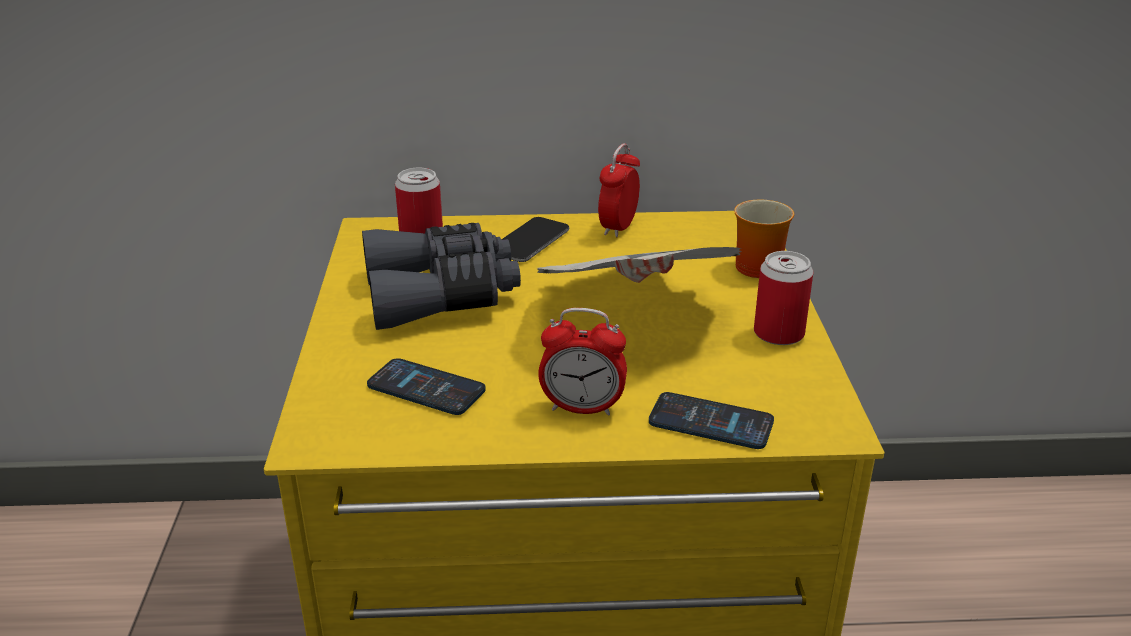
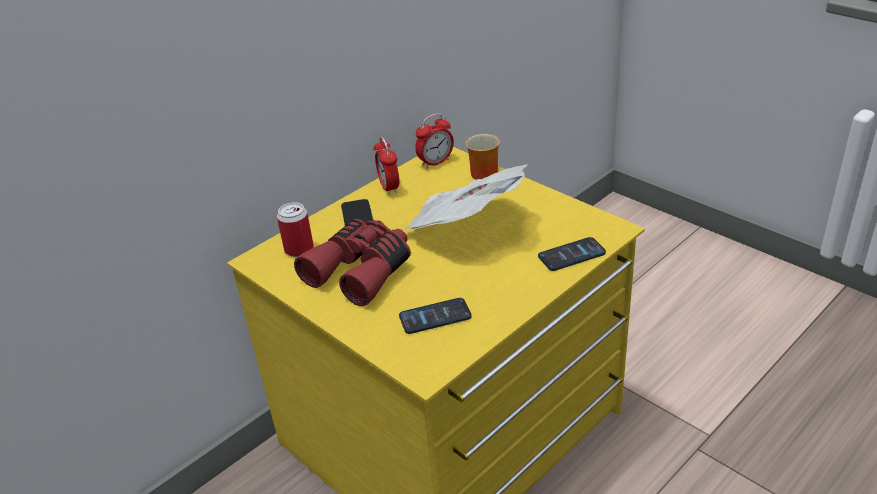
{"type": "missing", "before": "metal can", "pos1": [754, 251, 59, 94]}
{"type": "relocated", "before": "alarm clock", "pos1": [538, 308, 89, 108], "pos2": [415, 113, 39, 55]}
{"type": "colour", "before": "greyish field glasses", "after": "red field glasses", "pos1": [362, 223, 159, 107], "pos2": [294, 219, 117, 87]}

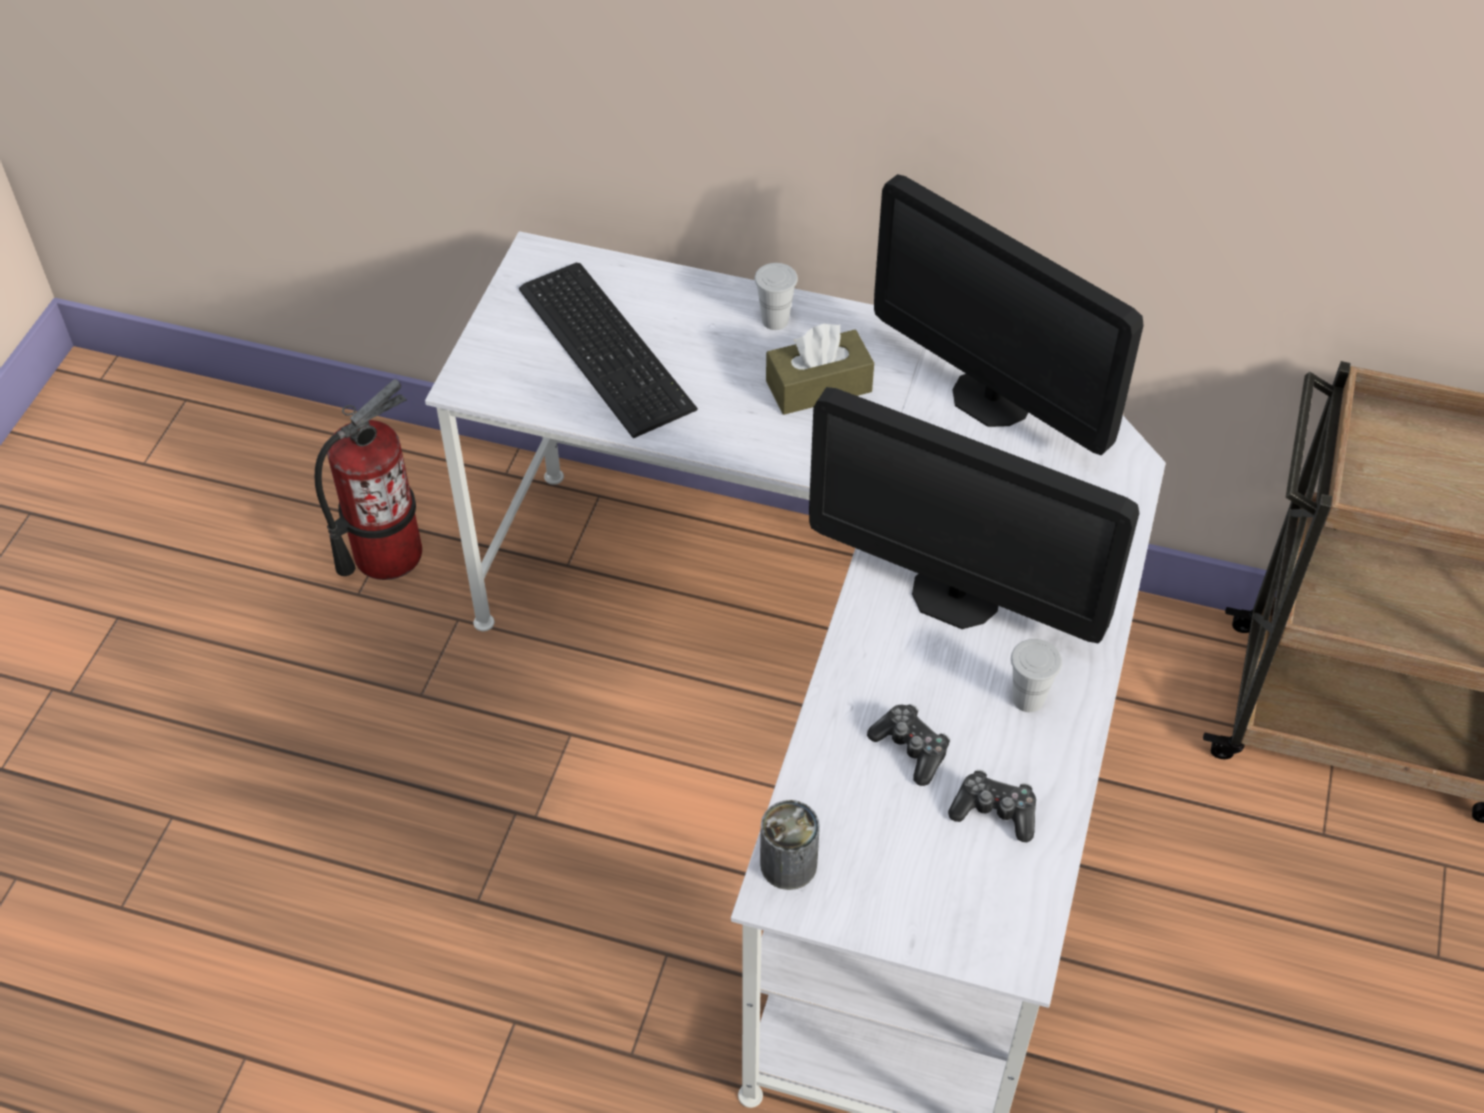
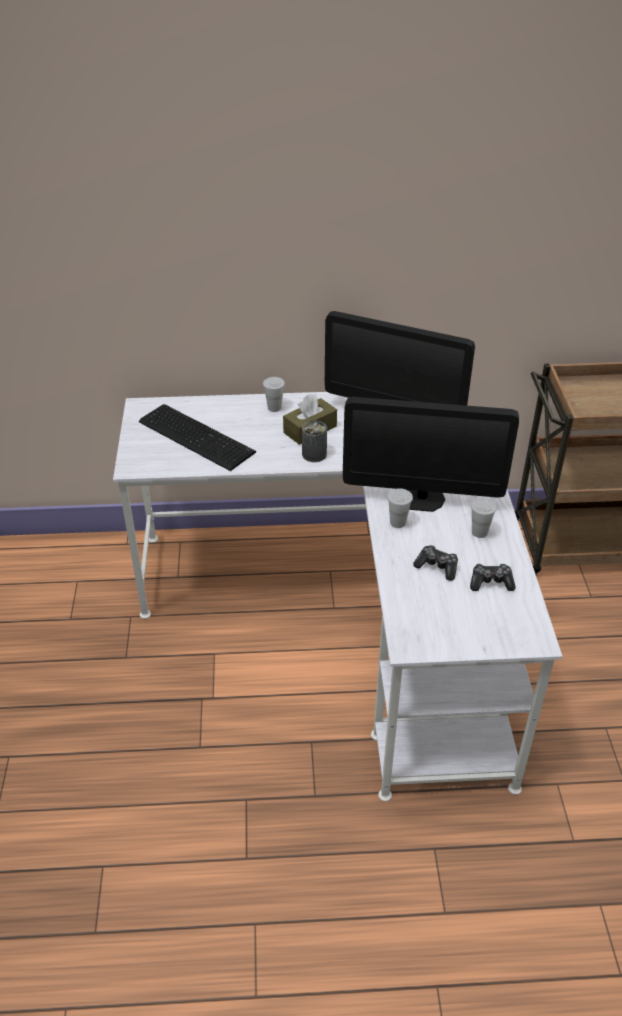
{"type": "missing", "before": "extinguisher", "pos1": [315, 379, 107, 201]}
{"type": "appeared", "after": "white drinking cup", "pos2": [387, 488, 26, 40]}
{"type": "relocated", "before": "metal can", "pos1": [760, 800, 60, 90], "pos2": [302, 421, 25, 41]}

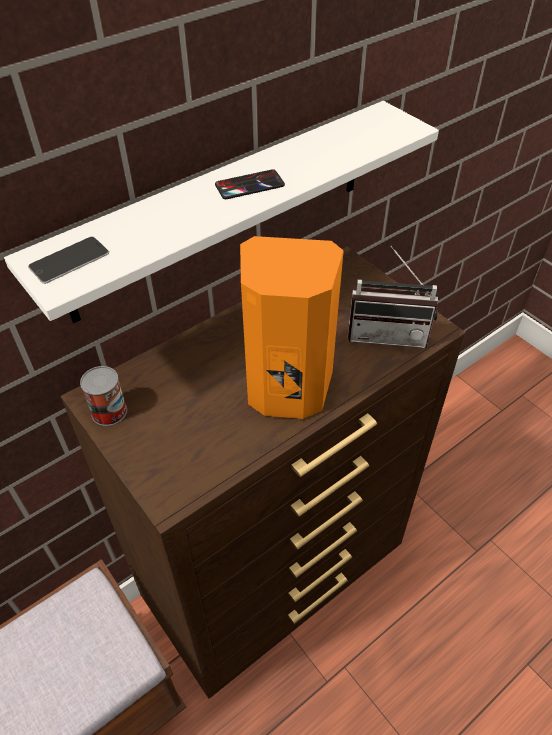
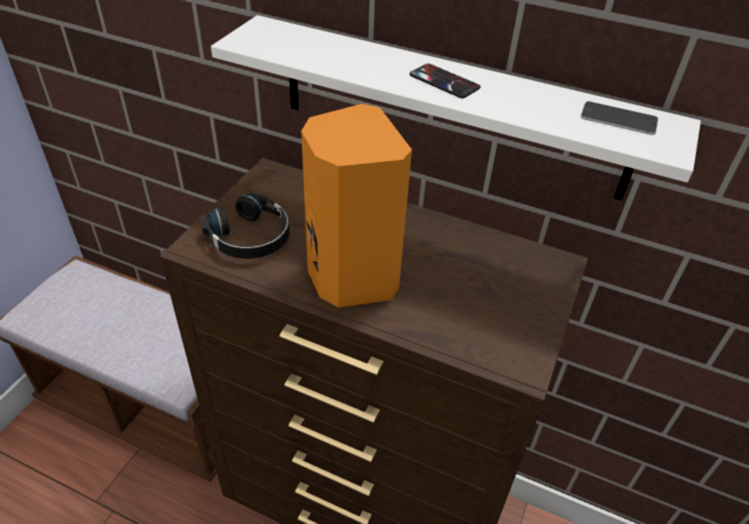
{"type": "missing", "before": "metal can", "pos1": [80, 366, 47, 60]}
{"type": "missing", "before": "radio set", "pos1": [348, 246, 90, 102]}
{"type": "appeared", "after": "black-coloured headphones", "pos2": [201, 193, 89, 66]}
{"type": "relocated", "before": "phone", "pos1": [28, 237, 81, 47], "pos2": [581, 101, 77, 34]}

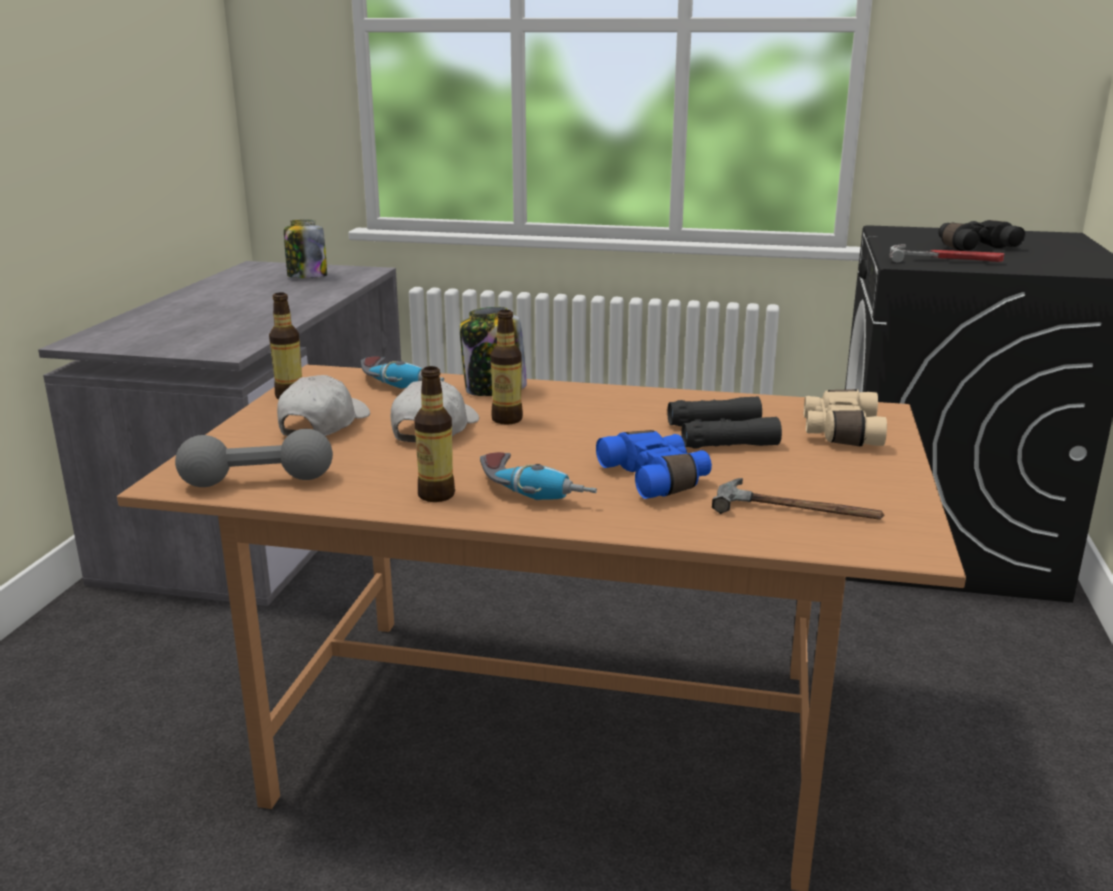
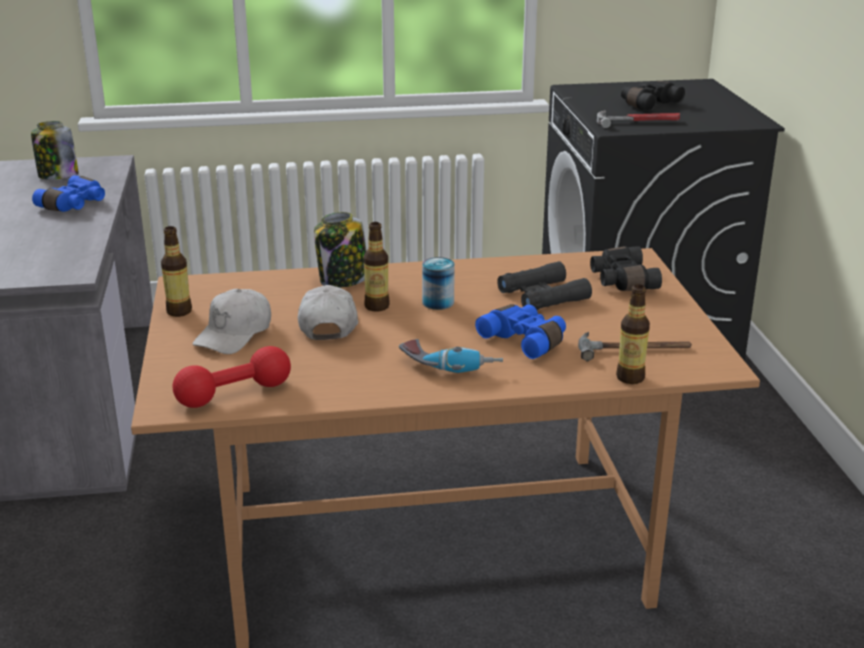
{"type": "missing", "before": "power drill", "pos1": [361, 356, 83, 33]}
{"type": "appeared", "after": "blue-coloured field glasses", "pos2": [32, 175, 73, 37]}
{"type": "appeared", "after": "metal can", "pos2": [422, 257, 33, 53]}
{"type": "relocated", "before": "bottle", "pos1": [414, 366, 41, 136], "pos2": [616, 284, 34, 100]}
{"type": "colour", "before": "greyish dumbbell", "after": "red dumbbell", "pos1": [175, 429, 158, 58], "pos2": [173, 346, 118, 62]}
{"type": "colour", "before": "beige-coloured field glasses", "after": "black-coloured field glasses", "pos1": [804, 389, 83, 57], "pos2": [590, 246, 72, 45]}
{"type": "spun", "before": "white cap", "pos1": [277, 375, 93, 61], "pos2": [192, 289, 79, 65], "turn": -150}

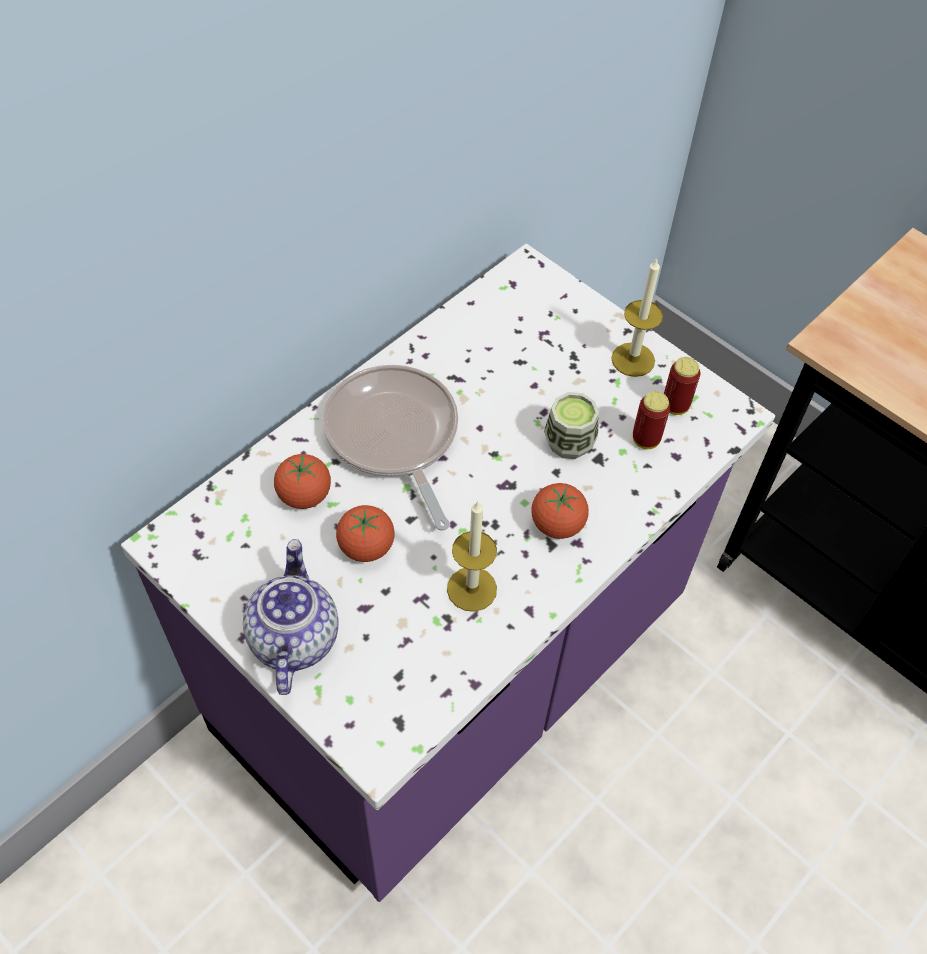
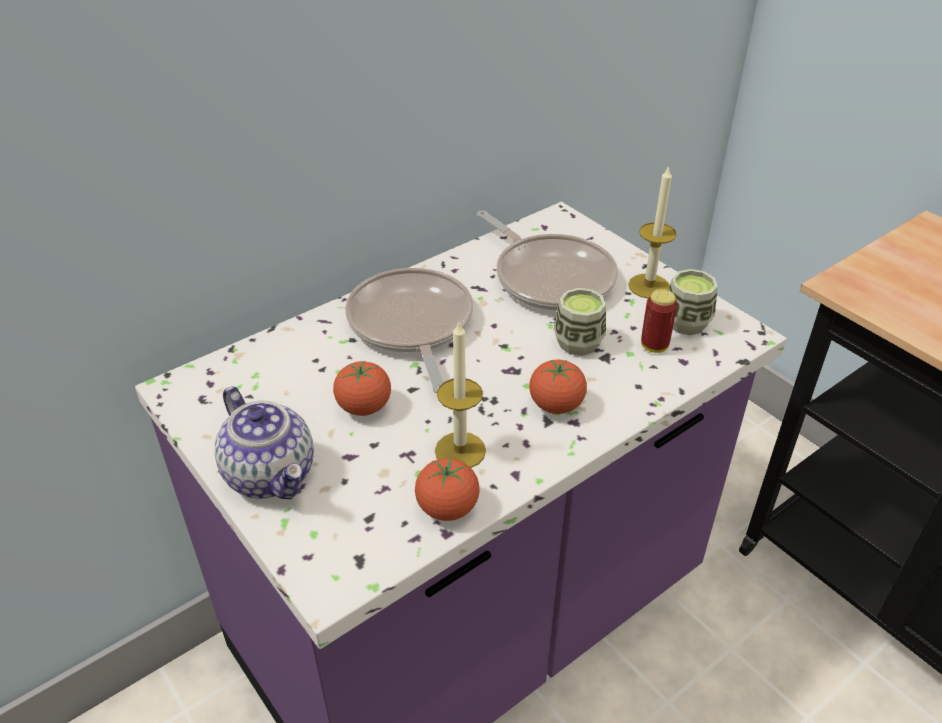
{"type": "appeared", "after": "skillet", "pos2": [477, 210, 141, 101]}
{"type": "relocated", "before": "fresh tomato", "pos1": [274, 454, 57, 55], "pos2": [415, 457, 65, 64]}
{"type": "exchanged", "before": "metal can", "after": "drinking cup", "pos1": [664, 357, 36, 58], "pos2": [669, 269, 49, 66]}
{"type": "spun", "before": "tea pot", "pos1": [243, 539, 96, 156], "pos2": [215, 386, 99, 113], "turn": 135}

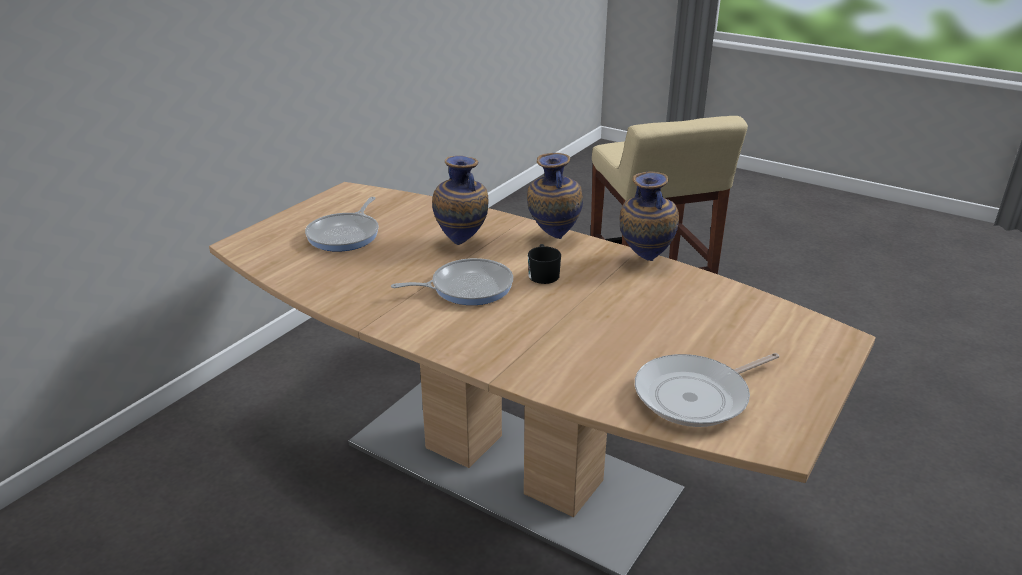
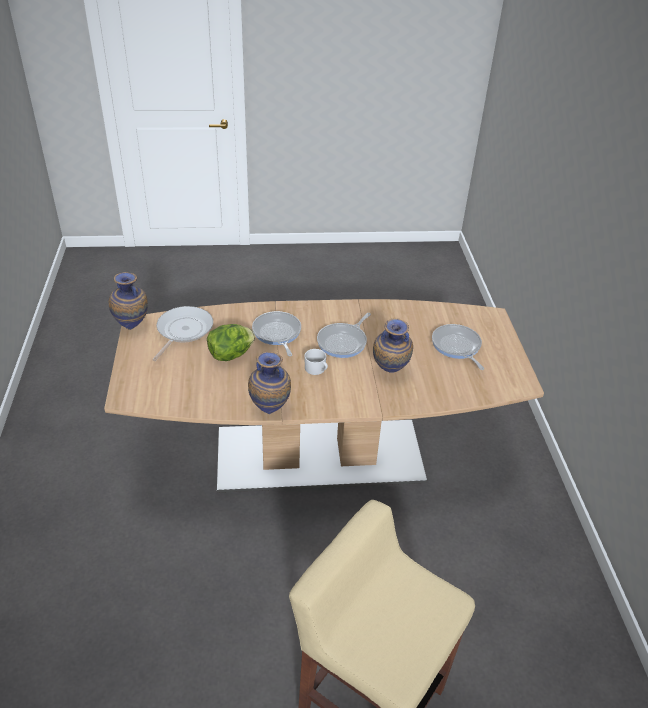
{"type": "appeared", "after": "lettuce head", "pos2": [207, 324, 48, 37]}
{"type": "appeared", "after": "skillet", "pos2": [252, 311, 49, 45]}
{"type": "relocated", "before": "decorative vase", "pos1": [527, 153, 56, 86], "pos2": [109, 272, 39, 58]}
{"type": "colour", "before": "black-coloured mug", "after": "white mug", "pos1": [528, 244, 33, 40], "pos2": [304, 349, 24, 26]}

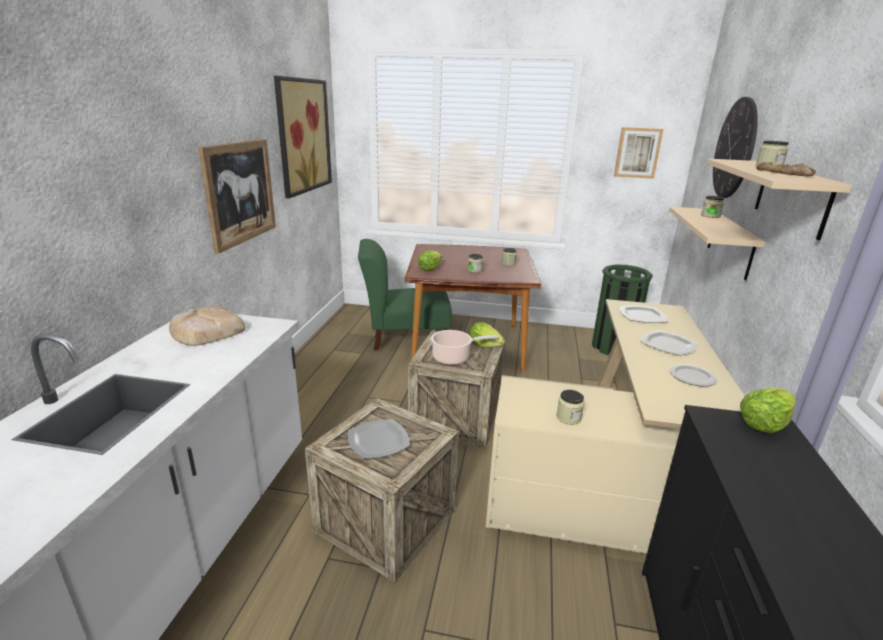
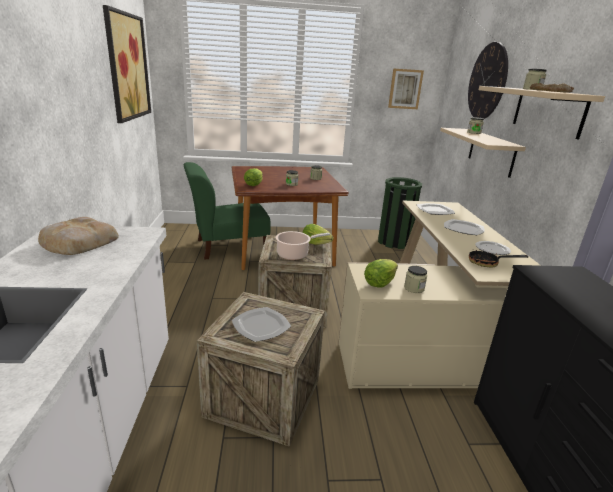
{"type": "missing", "before": "wall art", "pos1": [198, 139, 78, 115]}
{"type": "appeared", "after": "skillet", "pos2": [469, 250, 60, 17]}
{"type": "relocated", "before": "lettuce head", "pos1": [740, 387, 56, 47], "pos2": [364, 259, 34, 29]}

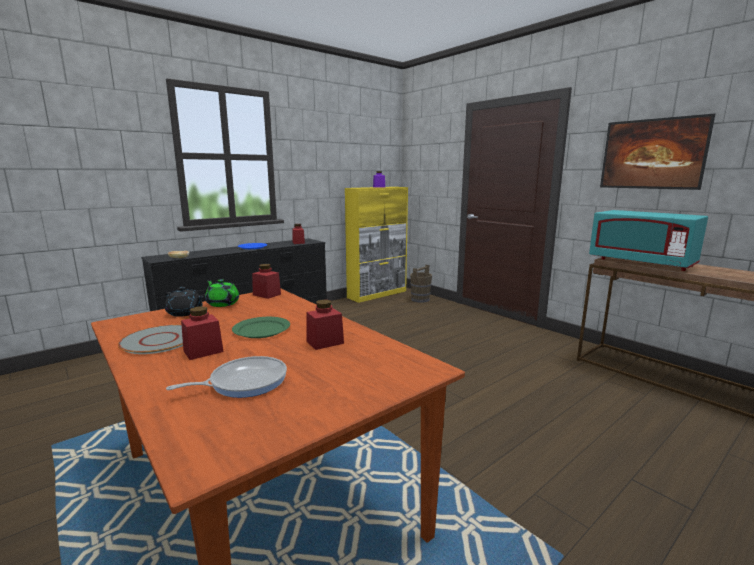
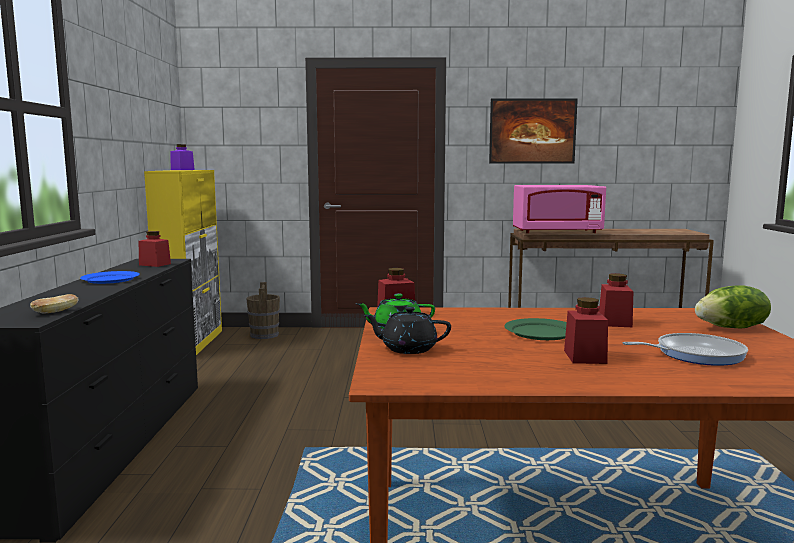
{"type": "missing", "before": "greyish dinner plate", "pos1": [118, 325, 65, 29]}
{"type": "appeared", "after": "lettuce head", "pos2": [695, 285, 76, 43]}
{"type": "colour", "before": "turquoise-coloured microwave oven", "after": "pinkish microwave oven", "pos1": [589, 210, 119, 61], "pos2": [513, 185, 93, 48]}
{"type": "spun", "before": "black-coloured tea pot", "pos1": [165, 287, 38, 30], "pos2": [364, 307, 87, 47], "turn": -150}
{"type": "spun", "before": "skillet", "pos1": [166, 356, 121, 42], "pos2": [623, 333, 125, 33], "turn": 75}

